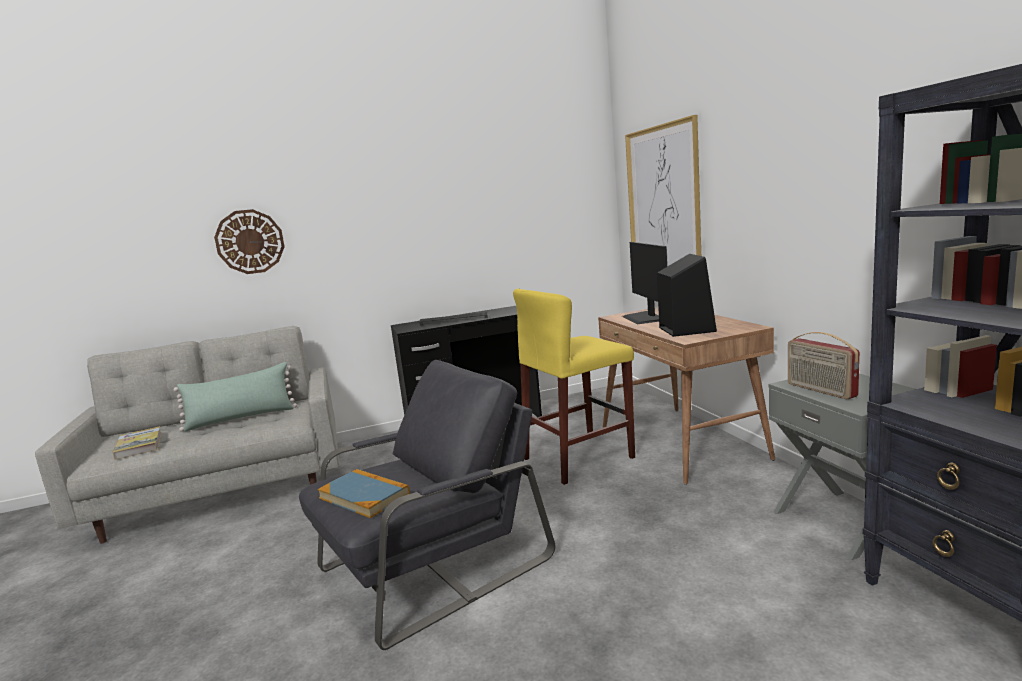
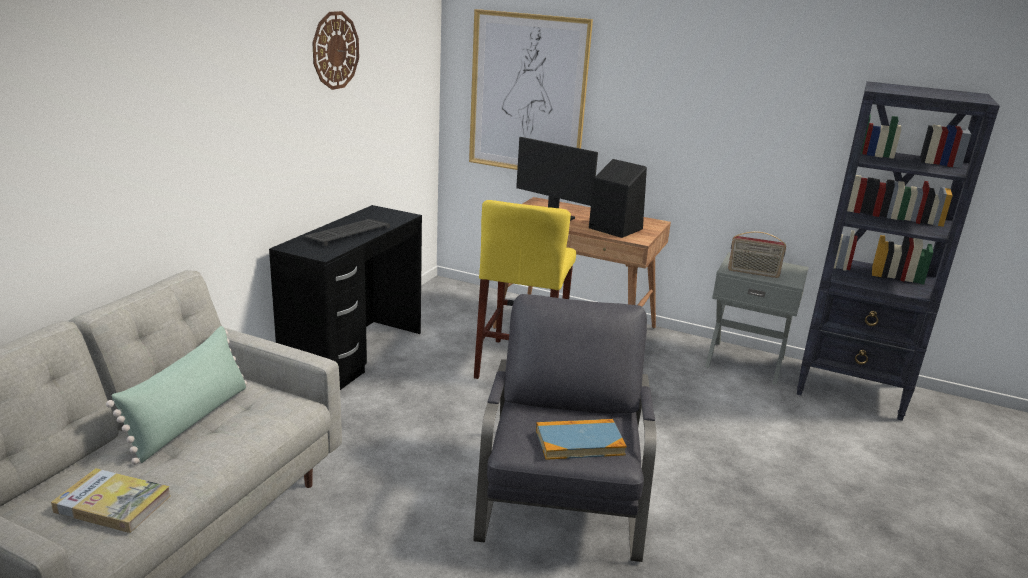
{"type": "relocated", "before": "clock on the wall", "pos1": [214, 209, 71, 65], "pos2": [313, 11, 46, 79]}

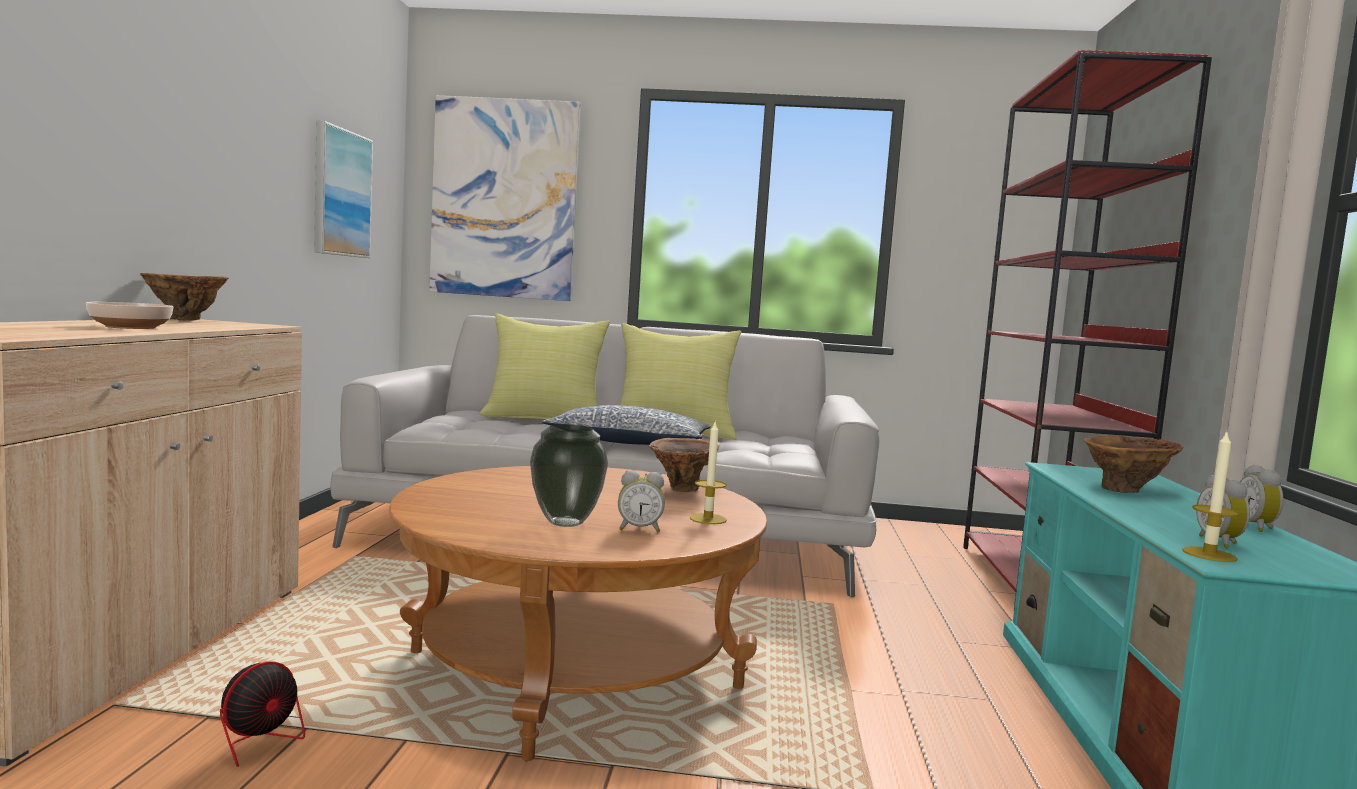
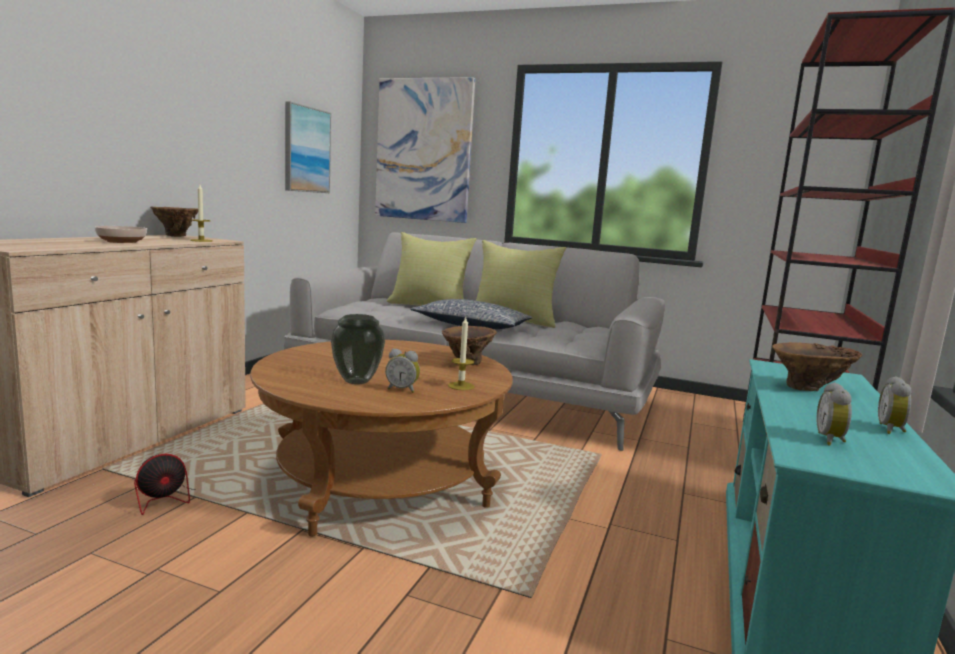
{"type": "relocated", "before": "wax light", "pos1": [1182, 431, 58, 131], "pos2": [190, 184, 22, 58]}

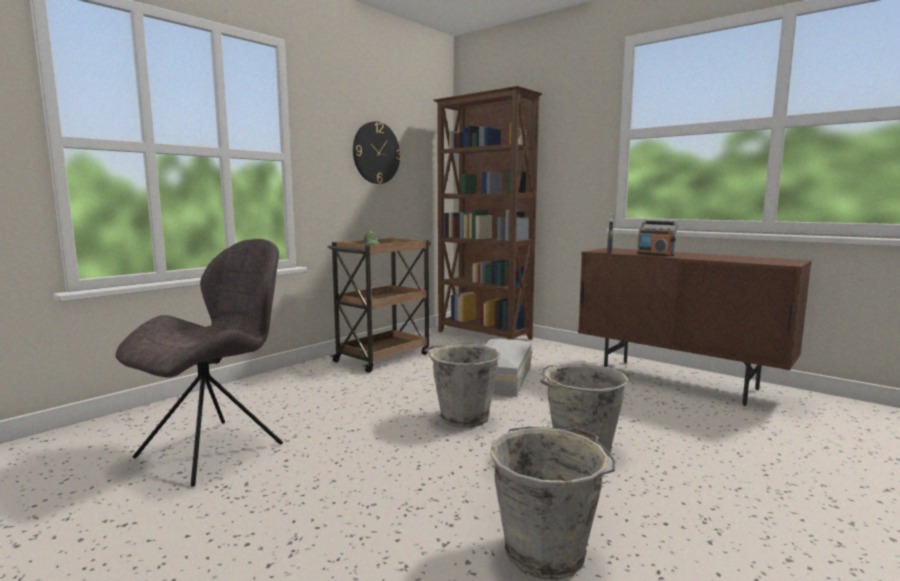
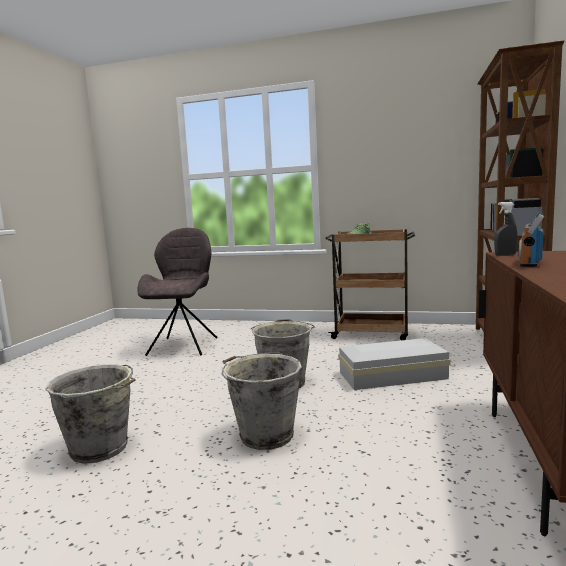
{"type": "missing", "before": "clock on the wall", "pos1": [353, 121, 48, 63]}
{"type": "spun", "before": "greyish upright chair", "pos1": [115, 239, 168, 248], "pos2": [138, 228, 80, 128], "turn": -90}

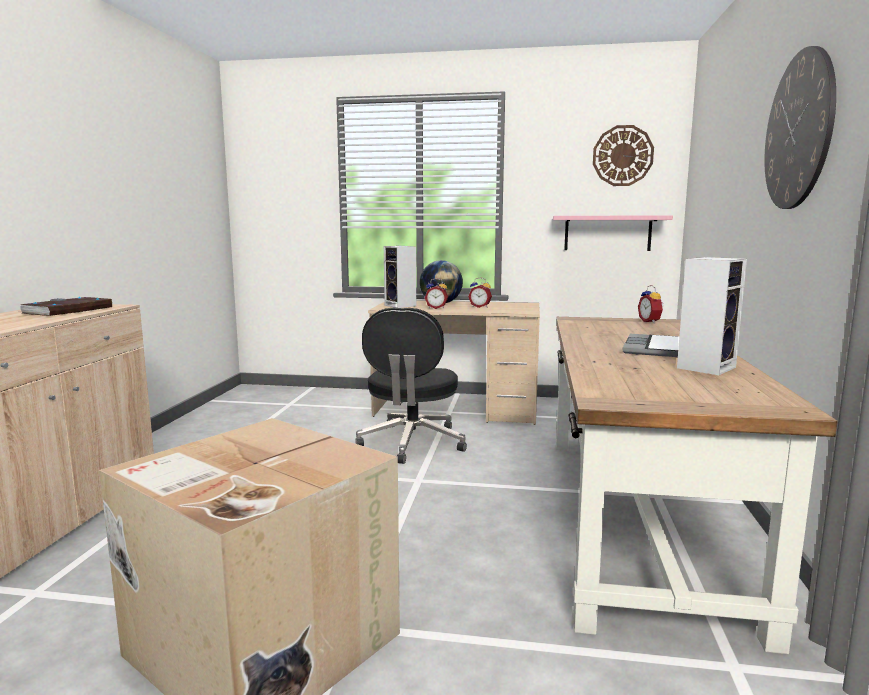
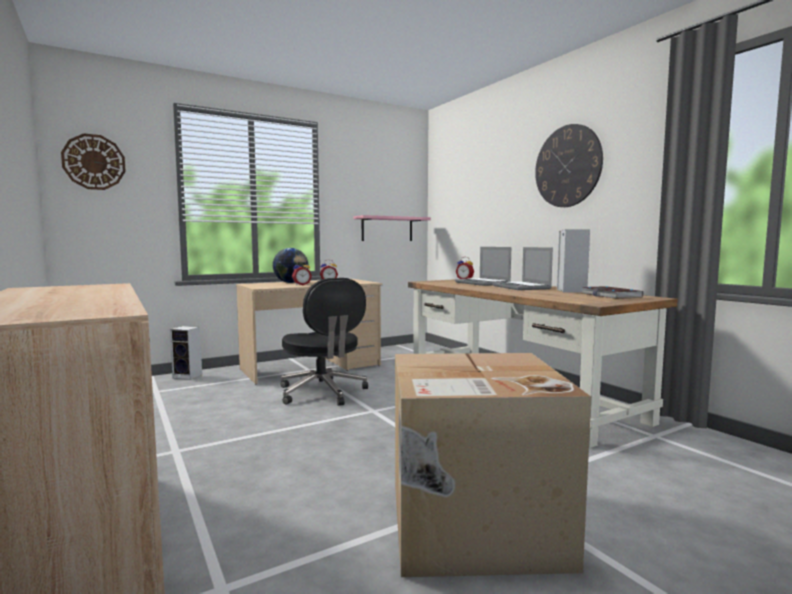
{"type": "appeared", "after": "portable computer", "pos2": [455, 247, 56, 39]}
{"type": "relocated", "before": "bound book", "pos1": [19, 297, 93, 19], "pos2": [582, 286, 61, 13]}
{"type": "relocated", "before": "speaker", "pos1": [384, 246, 32, 62], "pos2": [170, 326, 32, 54]}
{"type": "relocated", "before": "clock on the wall", "pos1": [593, 125, 61, 61], "pos2": [61, 133, 65, 57]}

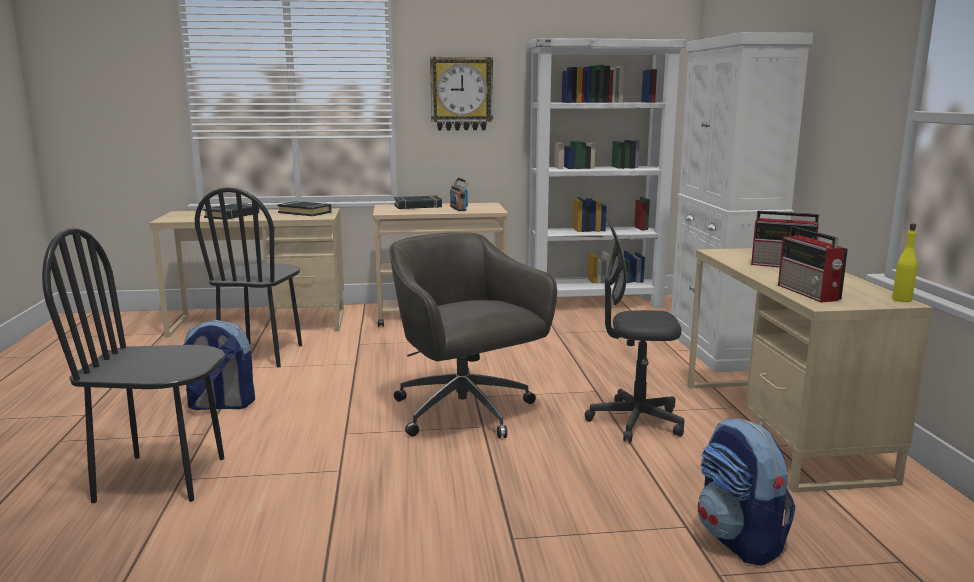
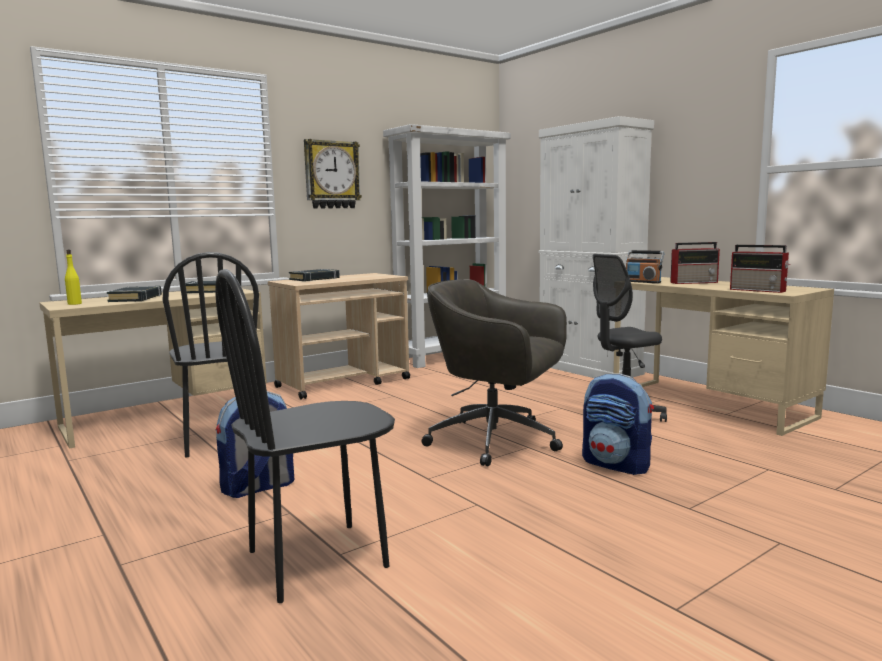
{"type": "relocated", "before": "radio set", "pos1": [450, 177, 19, 34], "pos2": [626, 250, 39, 33]}
{"type": "relocated", "before": "rucksack", "pos1": [698, 418, 97, 148], "pos2": [582, 373, 72, 102]}
{"type": "relocated", "before": "yellow-coloured bottle", "pos1": [892, 223, 25, 79], "pos2": [65, 250, 17, 55]}

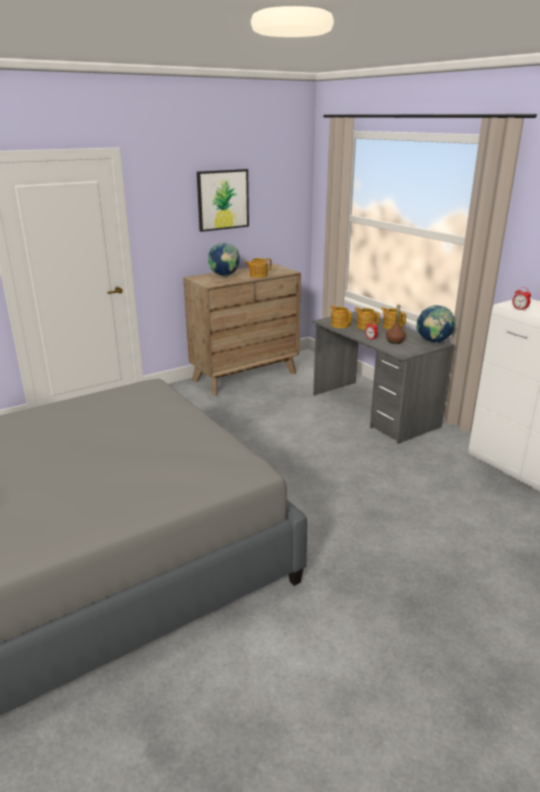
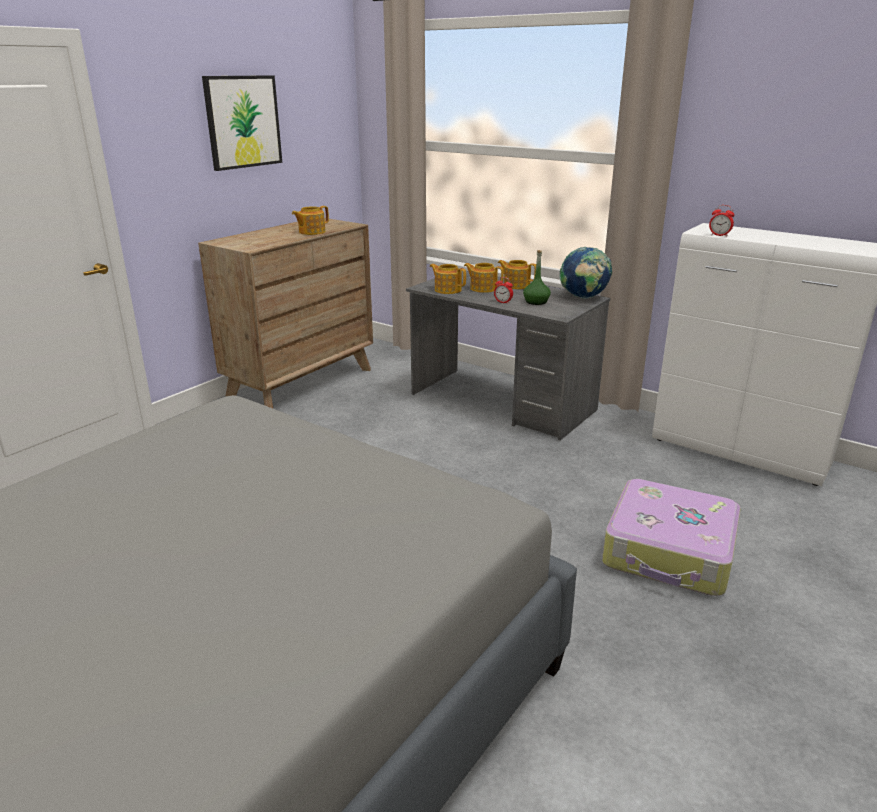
{"type": "missing", "before": "world globe", "pos1": [208, 243, 32, 33]}
{"type": "appeared", "after": "travel case", "pos2": [602, 479, 139, 117]}
{"type": "colour", "before": "brown bottle", "after": "greenish bottle", "pos1": [386, 304, 20, 40], "pos2": [523, 250, 28, 55]}

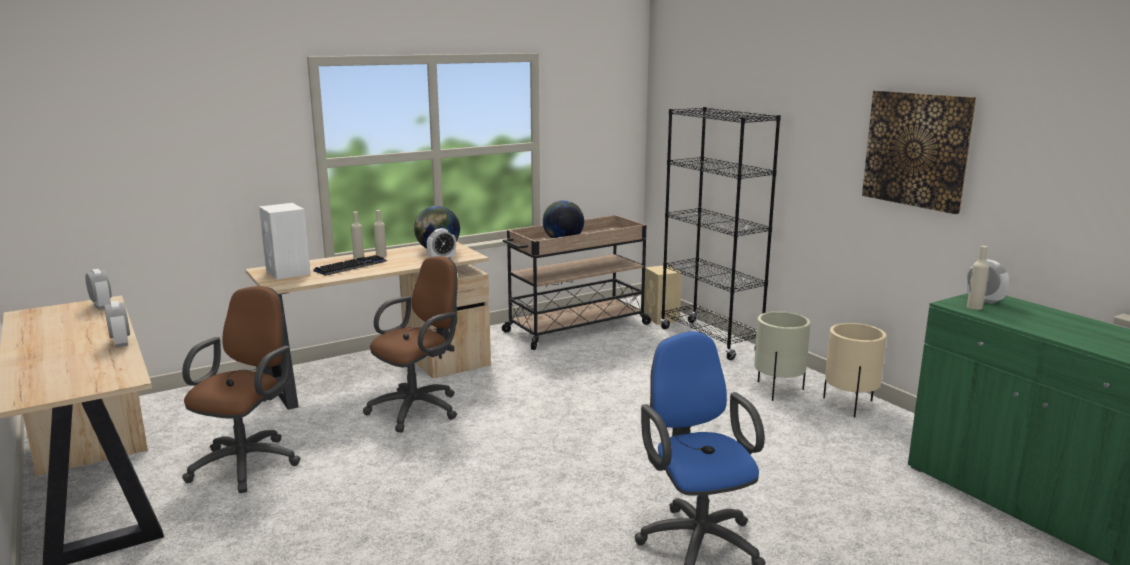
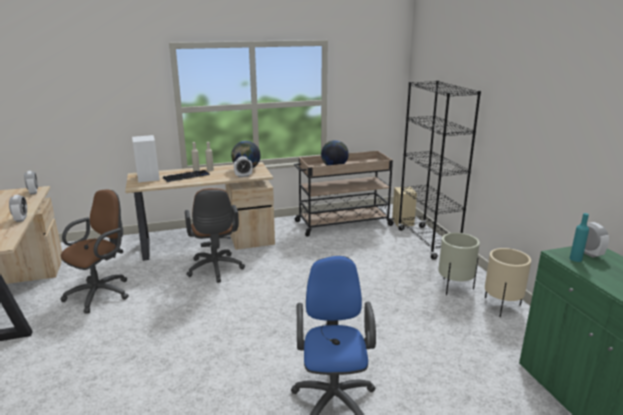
{"type": "missing", "before": "wall art", "pos1": [862, 91, 114, 123]}
{"type": "colour", "before": "beige-coloured bottle", "after": "turquoise-coloured bottle", "pos1": [967, 246, 22, 64], "pos2": [570, 213, 19, 49]}
{"type": "spun", "before": "brown computer chair", "pos1": [363, 256, 95, 176], "pos2": [185, 188, 60, 95], "turn": 105}

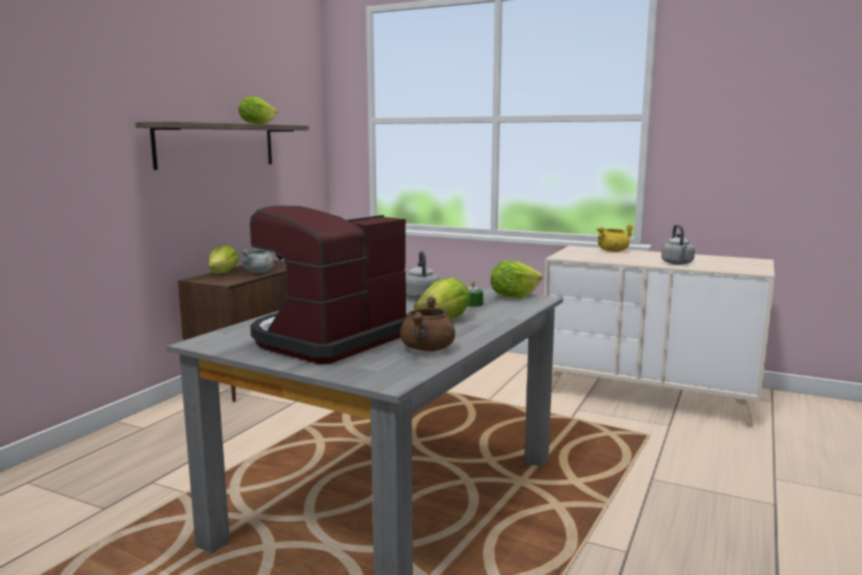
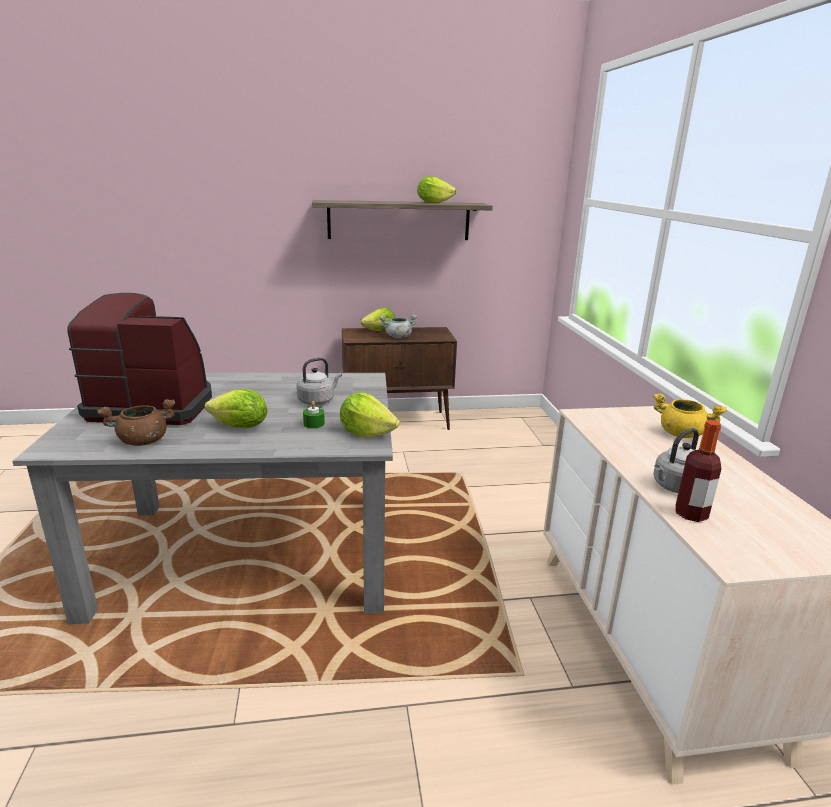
{"type": "appeared", "after": "bottle", "pos2": [675, 420, 47, 102]}

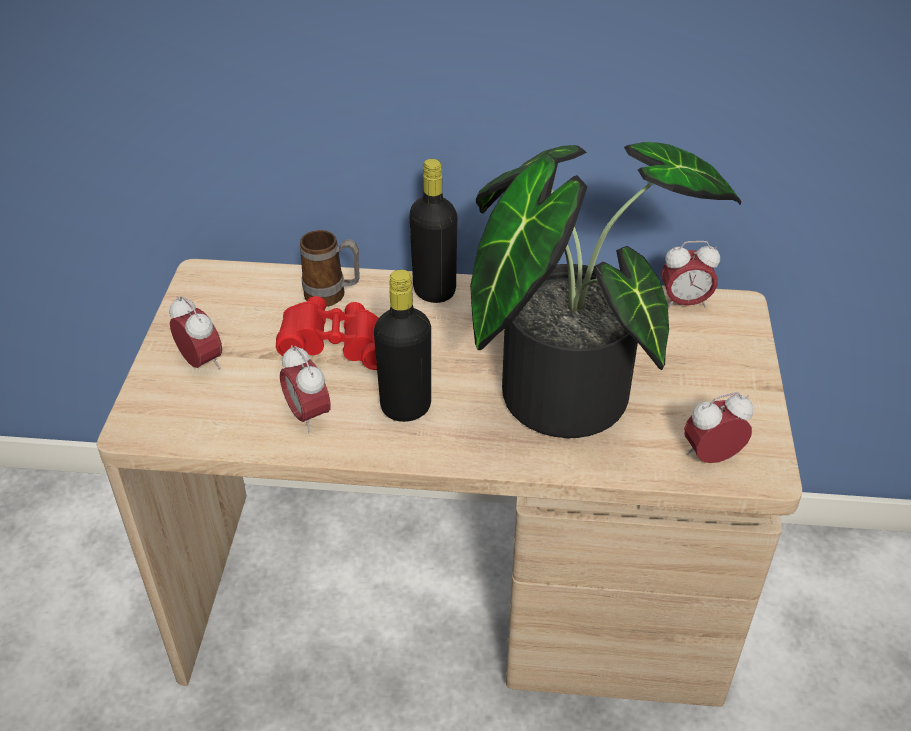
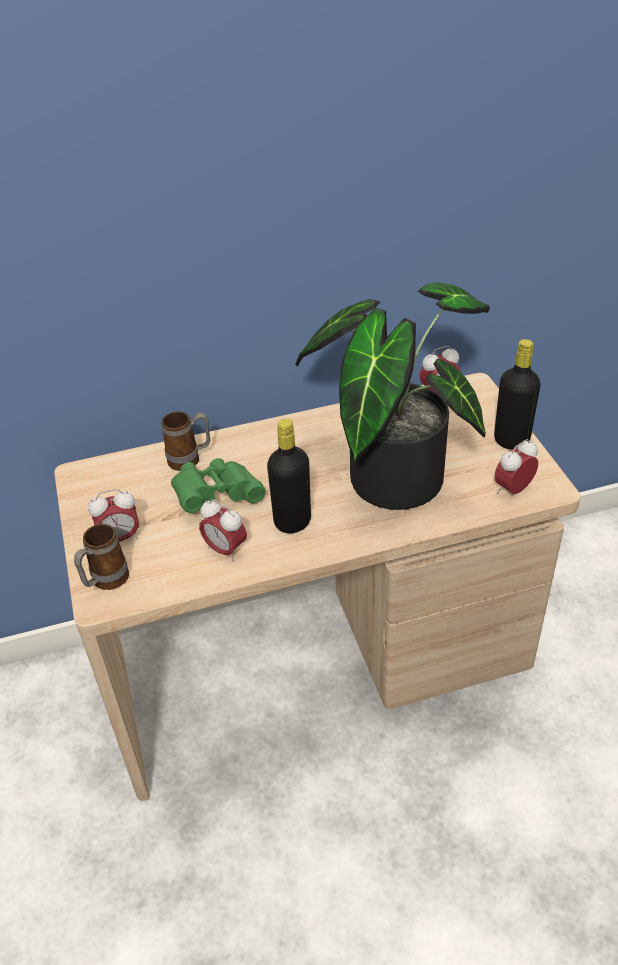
{"type": "appeared", "after": "mug", "pos2": [74, 524, 55, 66]}
{"type": "relocated", "before": "black-coloured bottle", "pos1": [409, 159, 48, 144], "pos2": [494, 339, 47, 111]}
{"type": "colour", "before": "red field glasses", "after": "greenish field glasses", "pos1": [276, 296, 103, 74], "pos2": [171, 458, 95, 55]}
{"type": "spun", "before": "alarm clock", "pos1": [169, 296, 53, 73], "pos2": [88, 489, 51, 52], "turn": 135}

